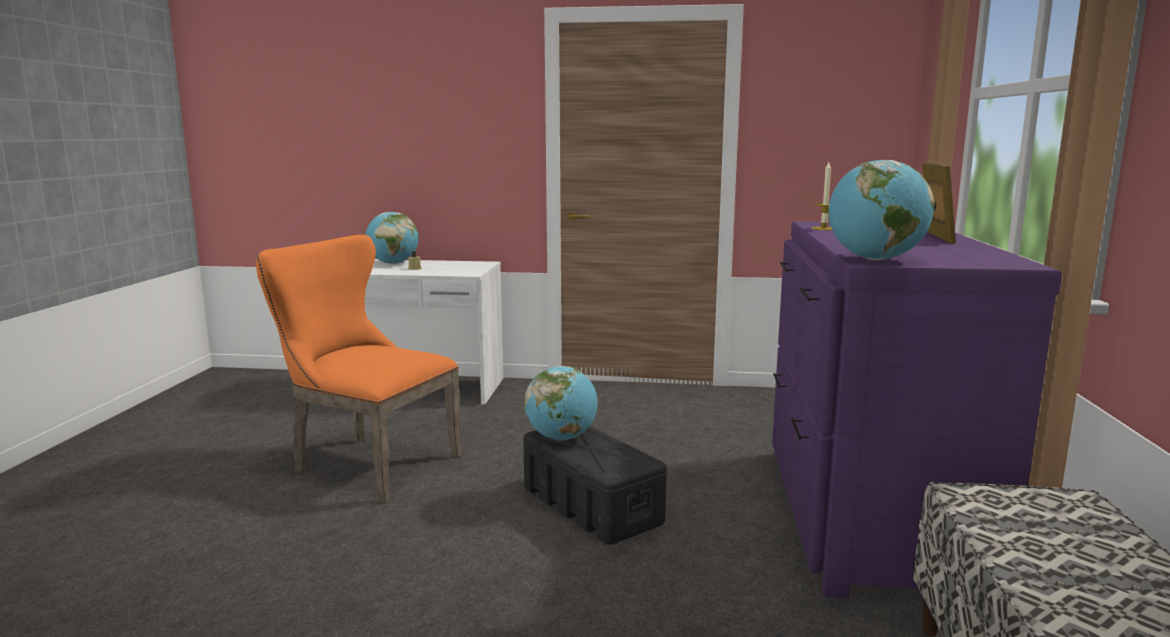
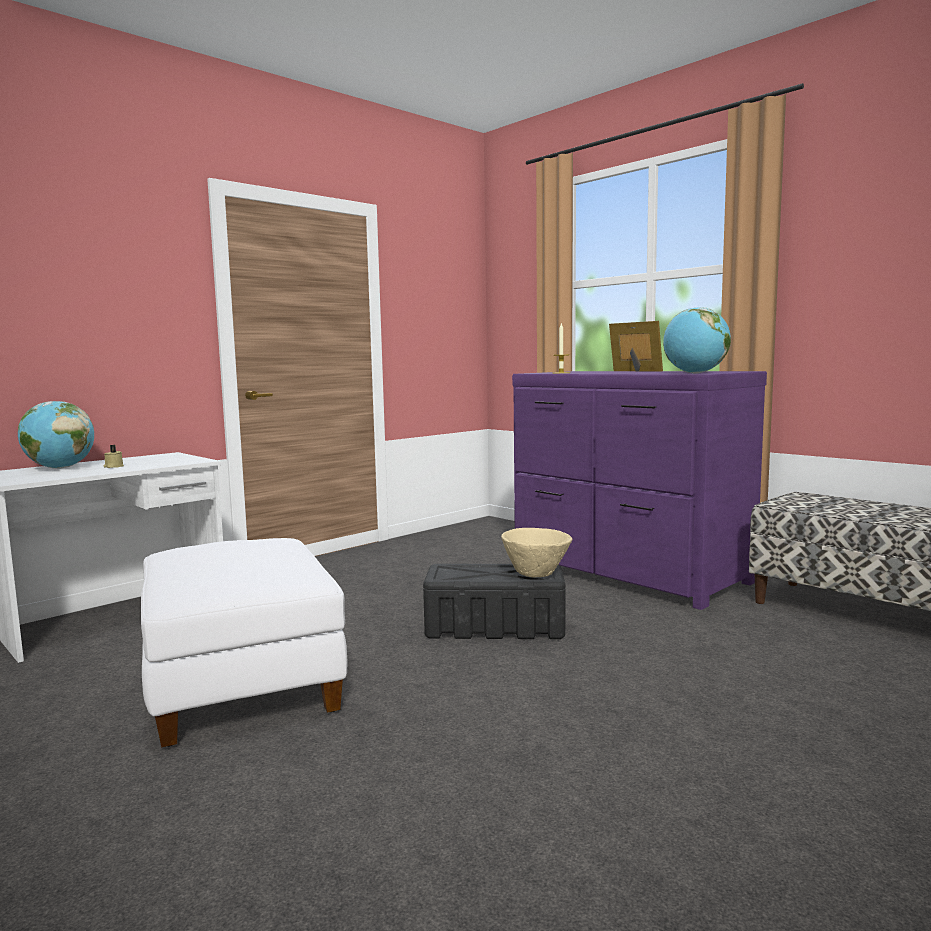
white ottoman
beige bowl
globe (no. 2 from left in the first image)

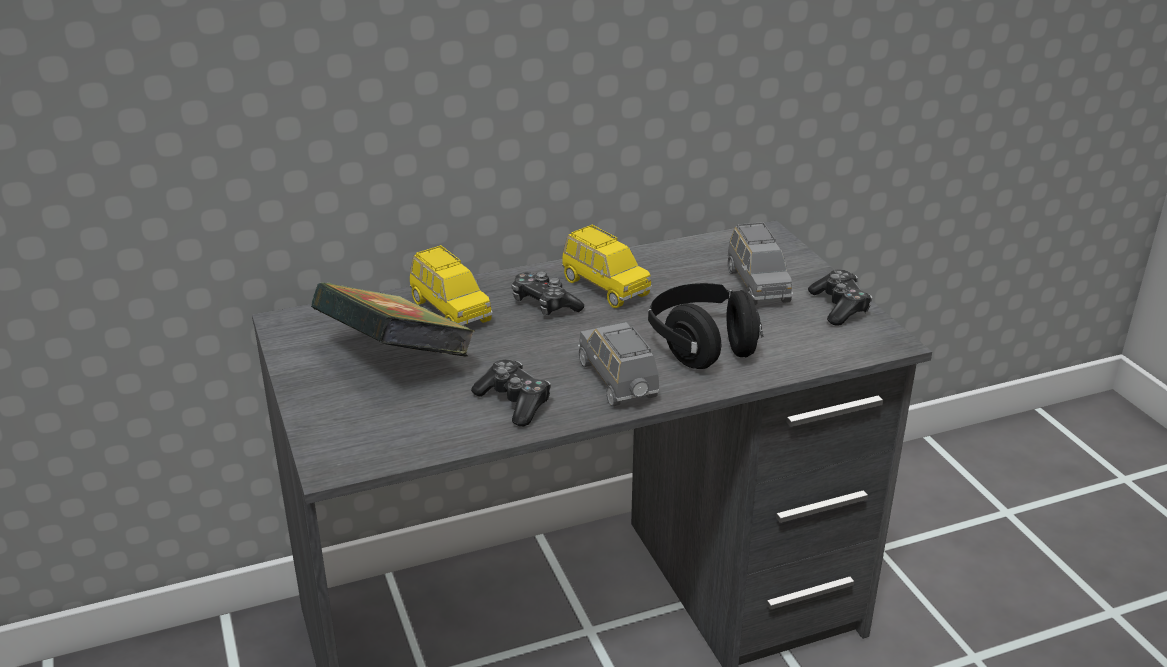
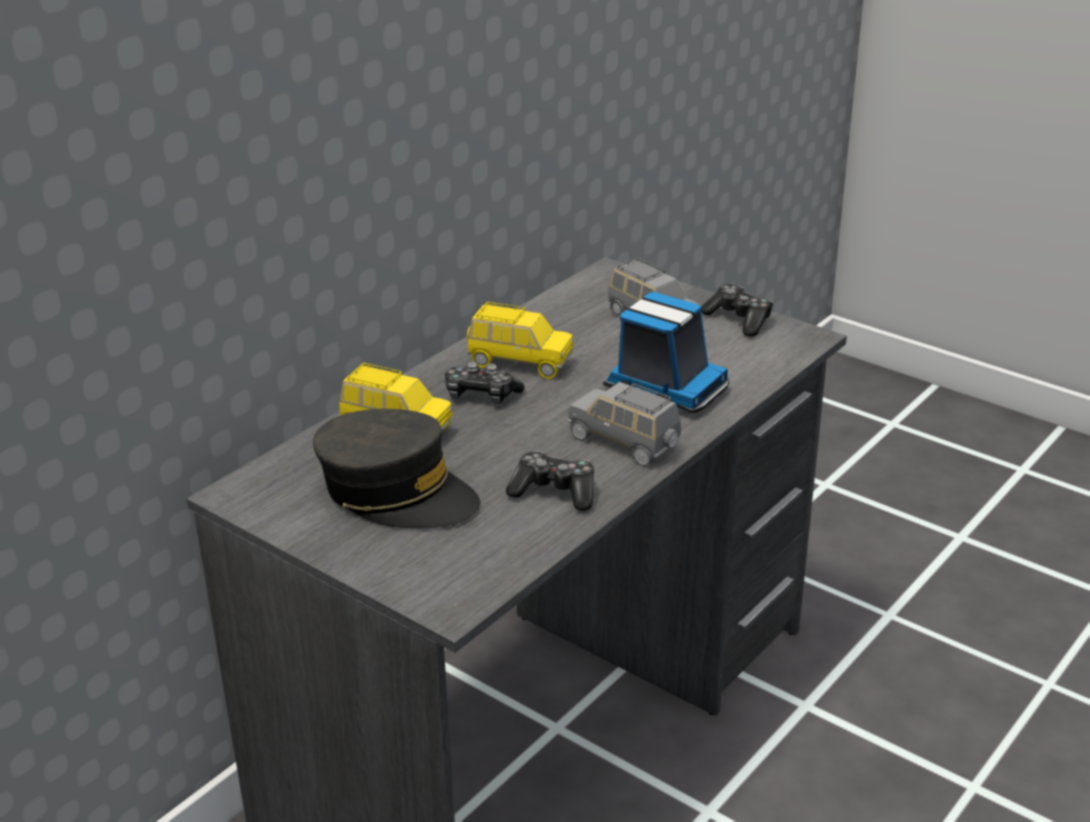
grey cap
toy truck

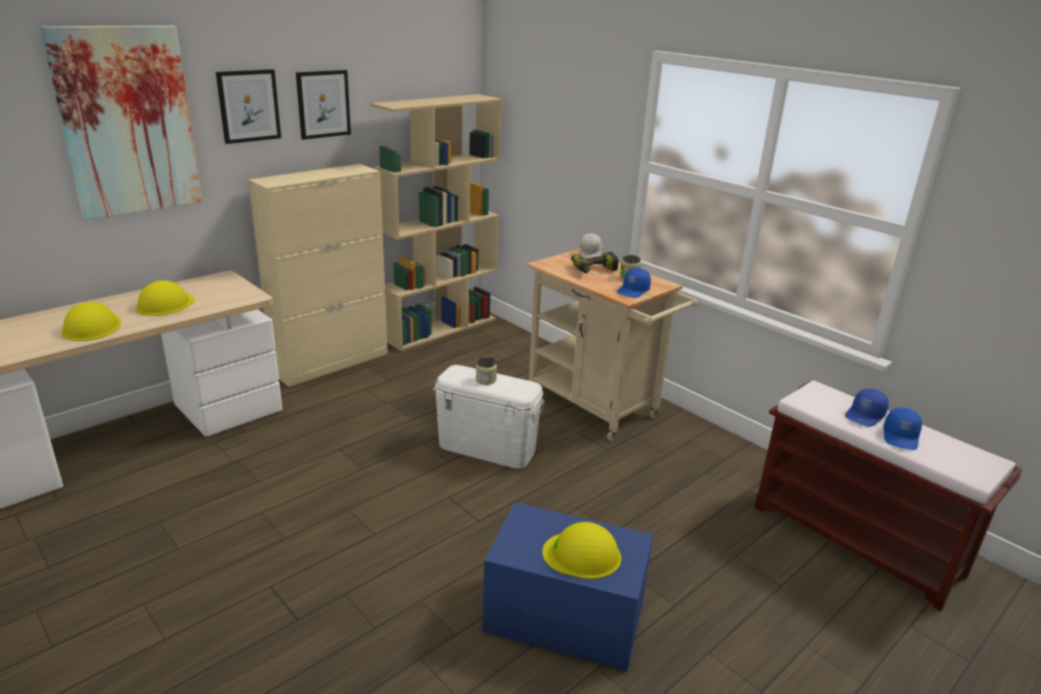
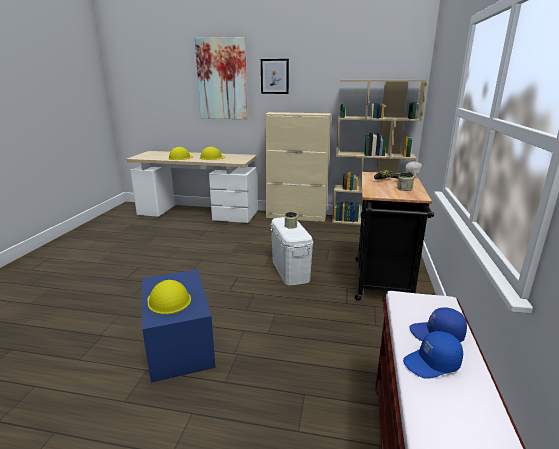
black cart
picture (no. 3 from left in the first image)
blue cap (no. 1 from left in the first image)

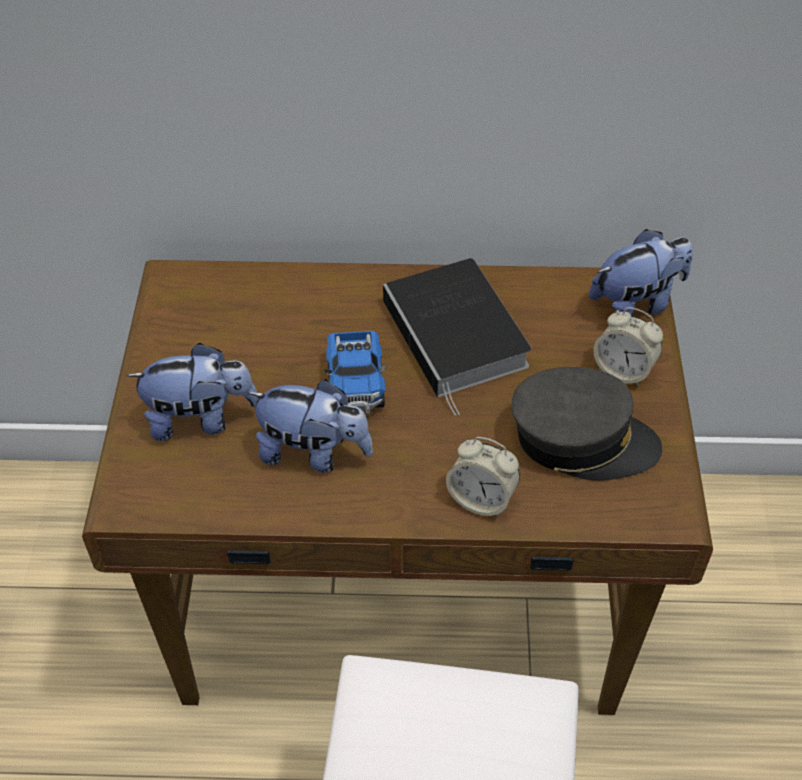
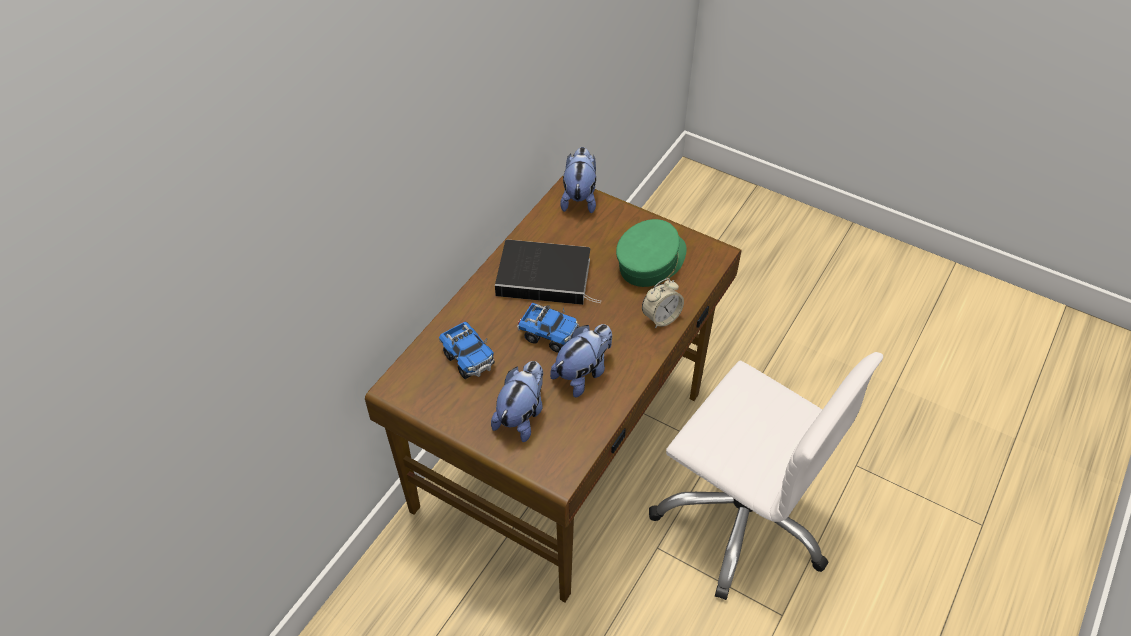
toy truck (no. 1 from left)
green cap
alarm clock (no. 2 from left in the first image)

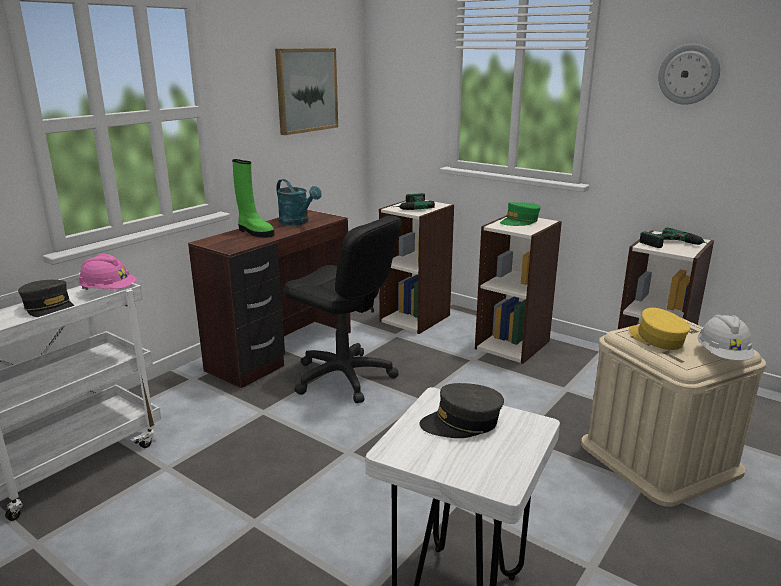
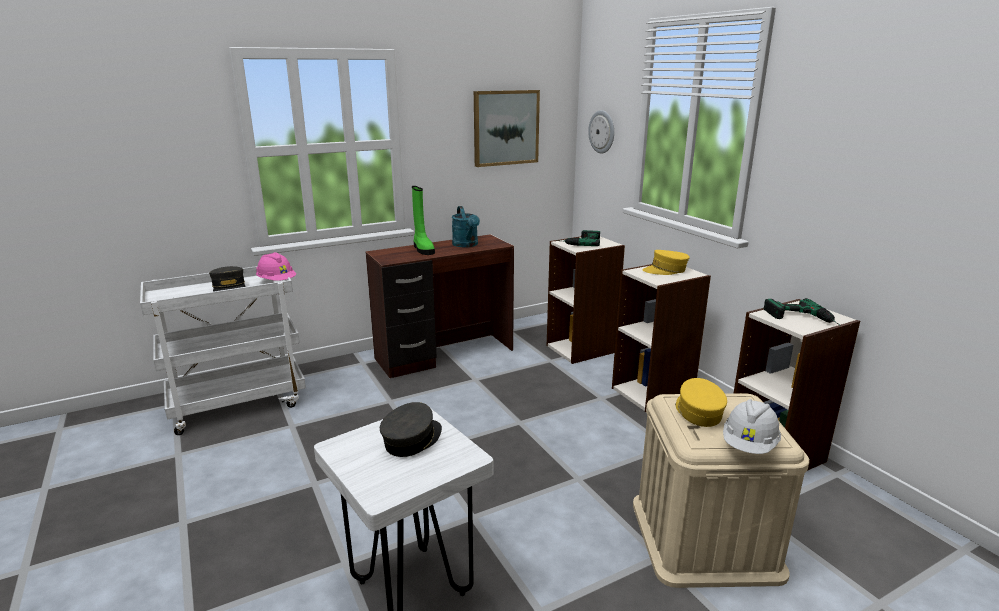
grey cap (no. 2 from left)
wall clock
yellow cap (no. 1 from left)
black office chair

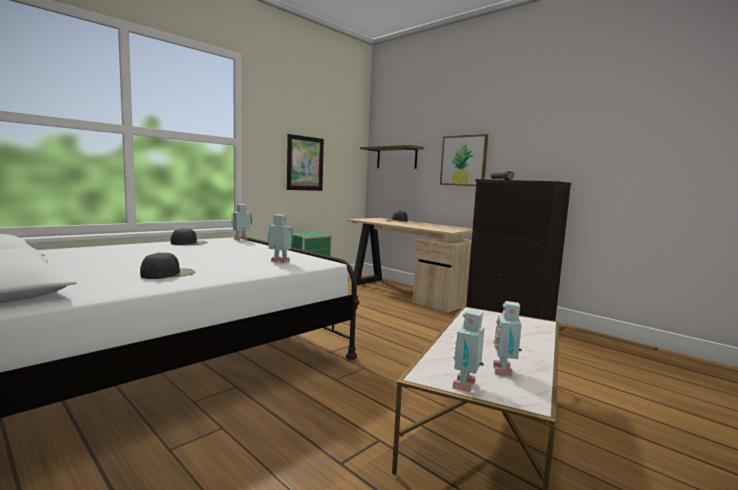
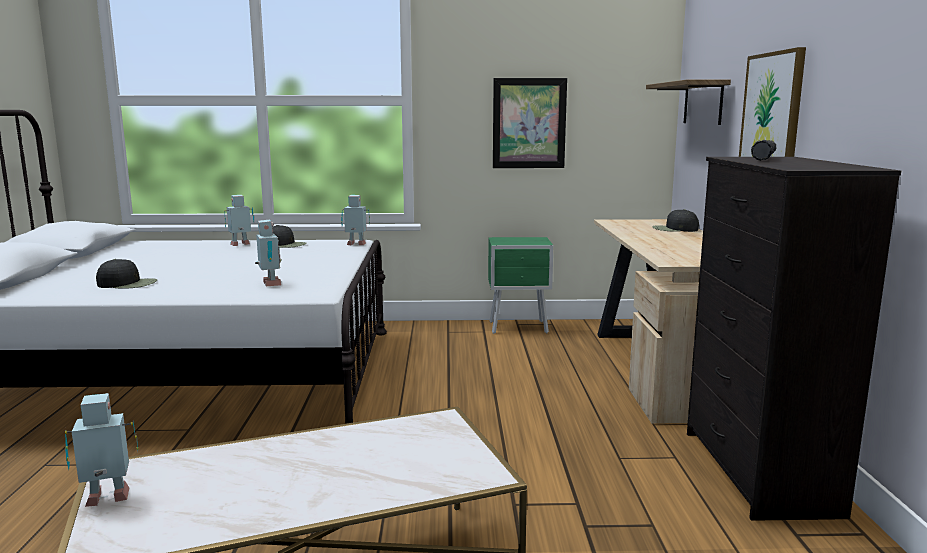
toy robot (no. 2 from left)

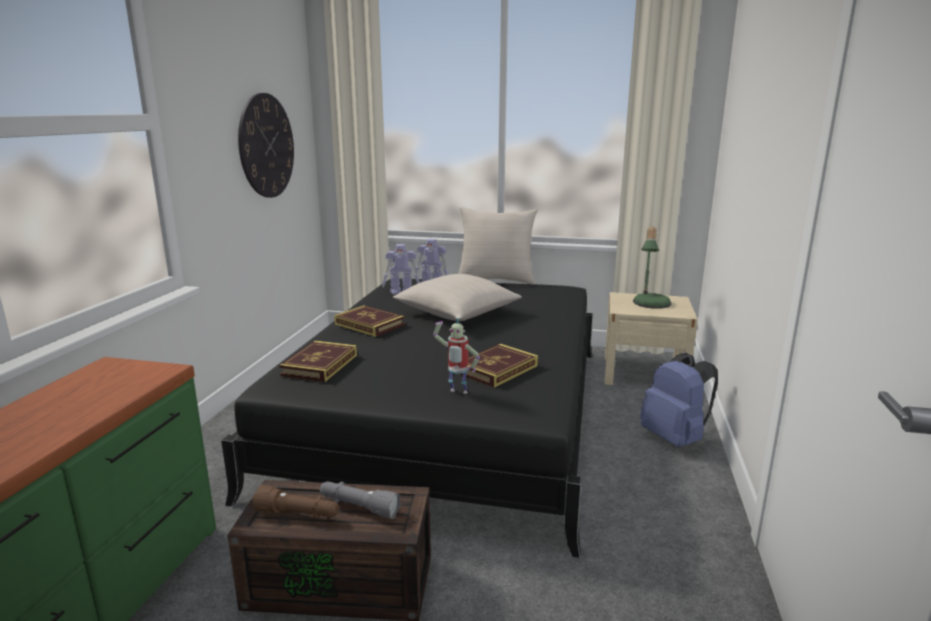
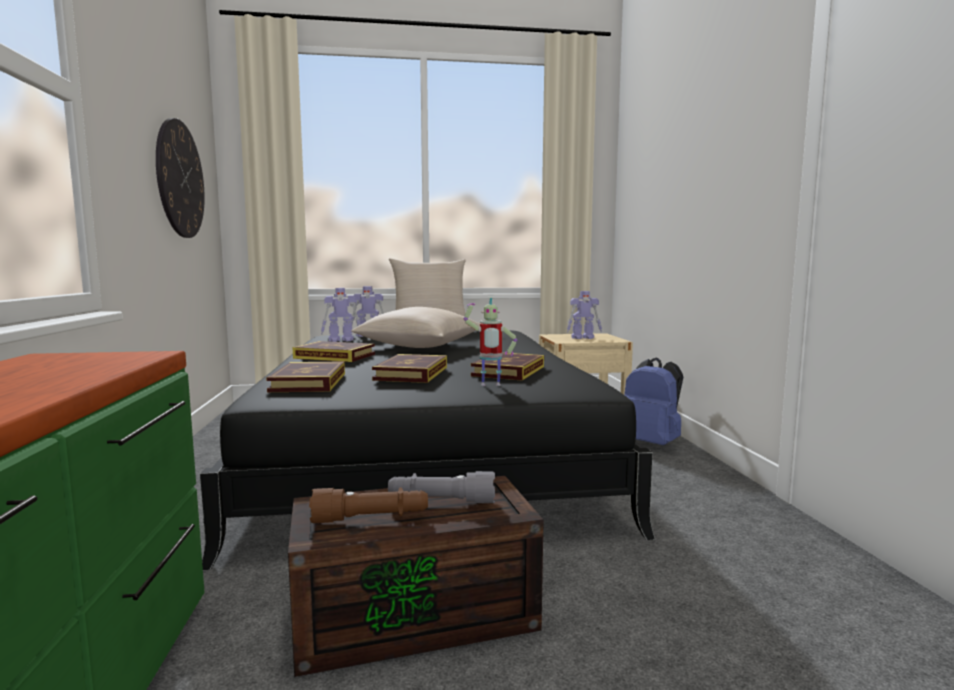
book (no. 3 from left)
toy robot (no. 4 from left)

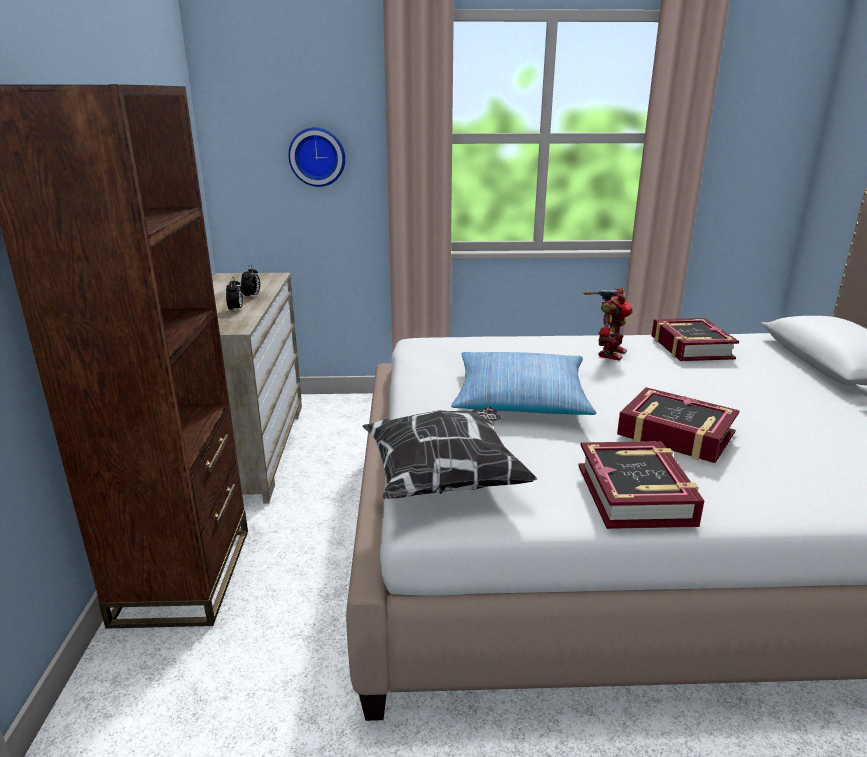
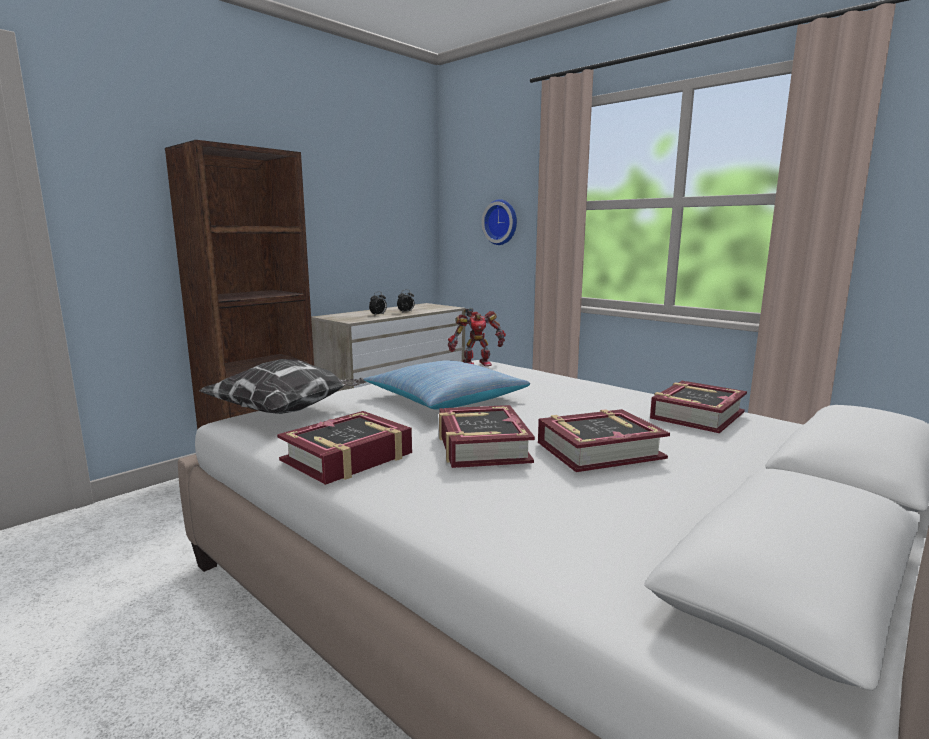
toy robot
book (no. 3 from left)

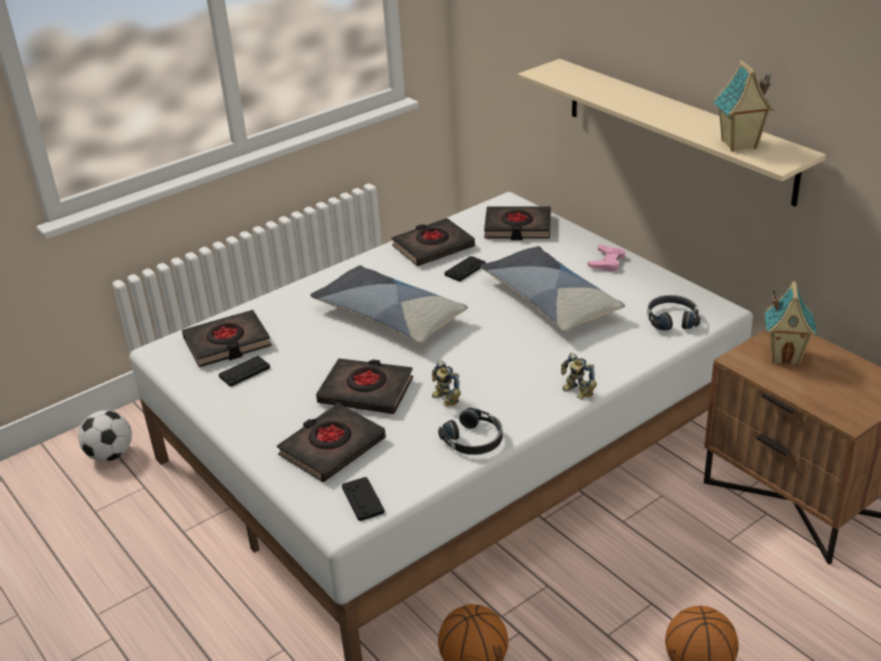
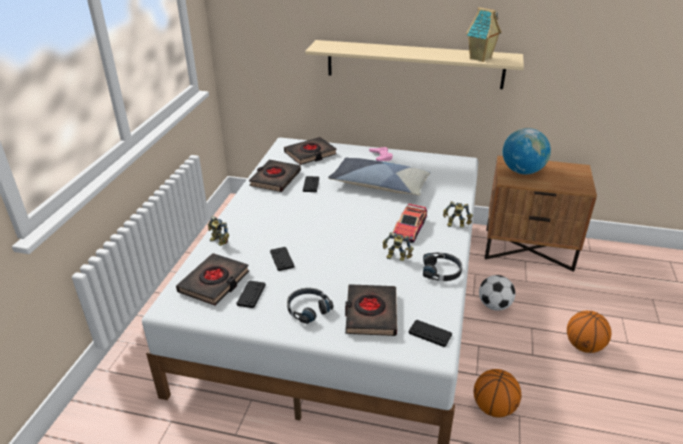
toy robot (no. 1 from left)
black game controller (no. 2 from left)
black headphones (no. 1 from left)
toy car
football
globe
pillow (no. 1 from left in the first image)
black book (no. 3 from left in the first image)

